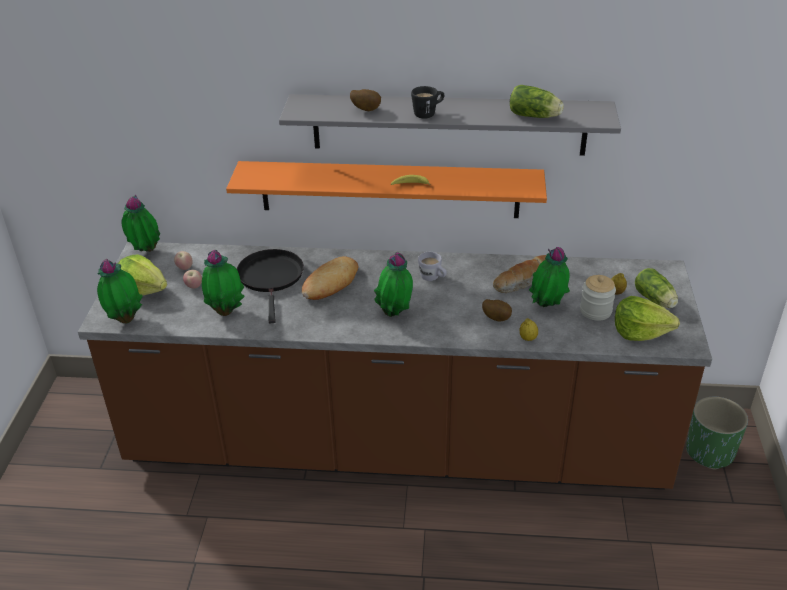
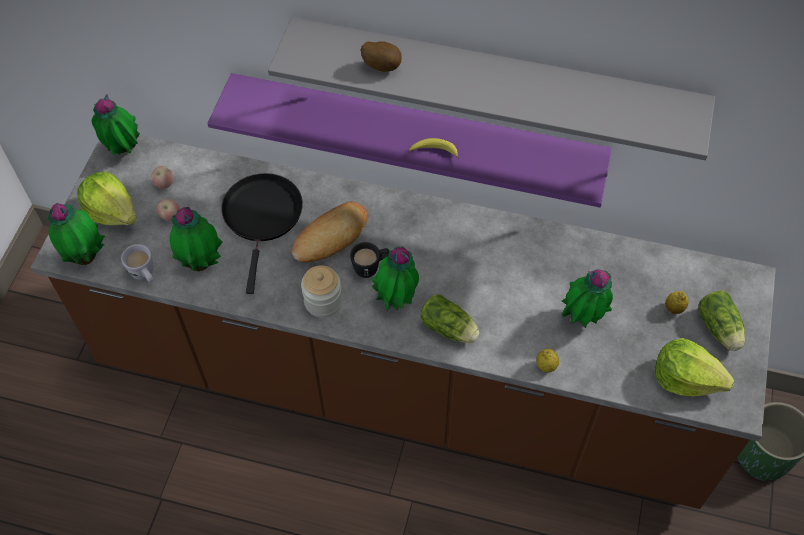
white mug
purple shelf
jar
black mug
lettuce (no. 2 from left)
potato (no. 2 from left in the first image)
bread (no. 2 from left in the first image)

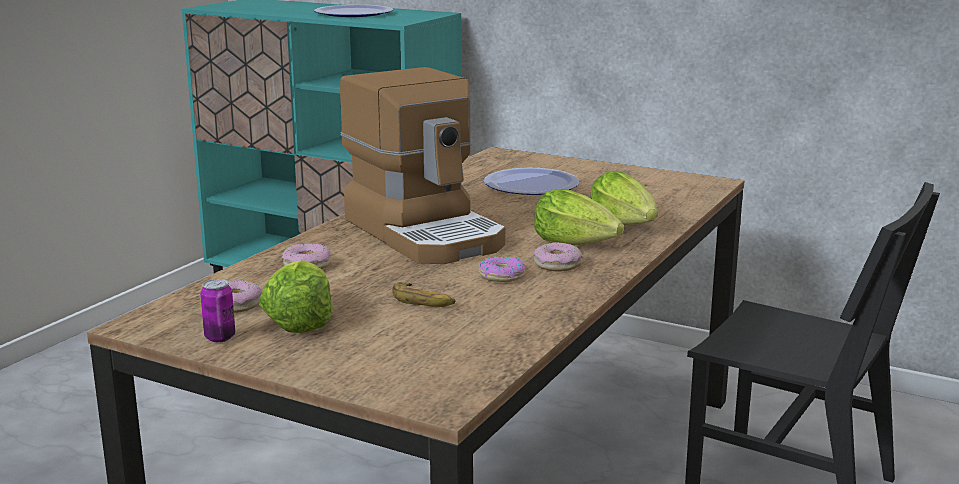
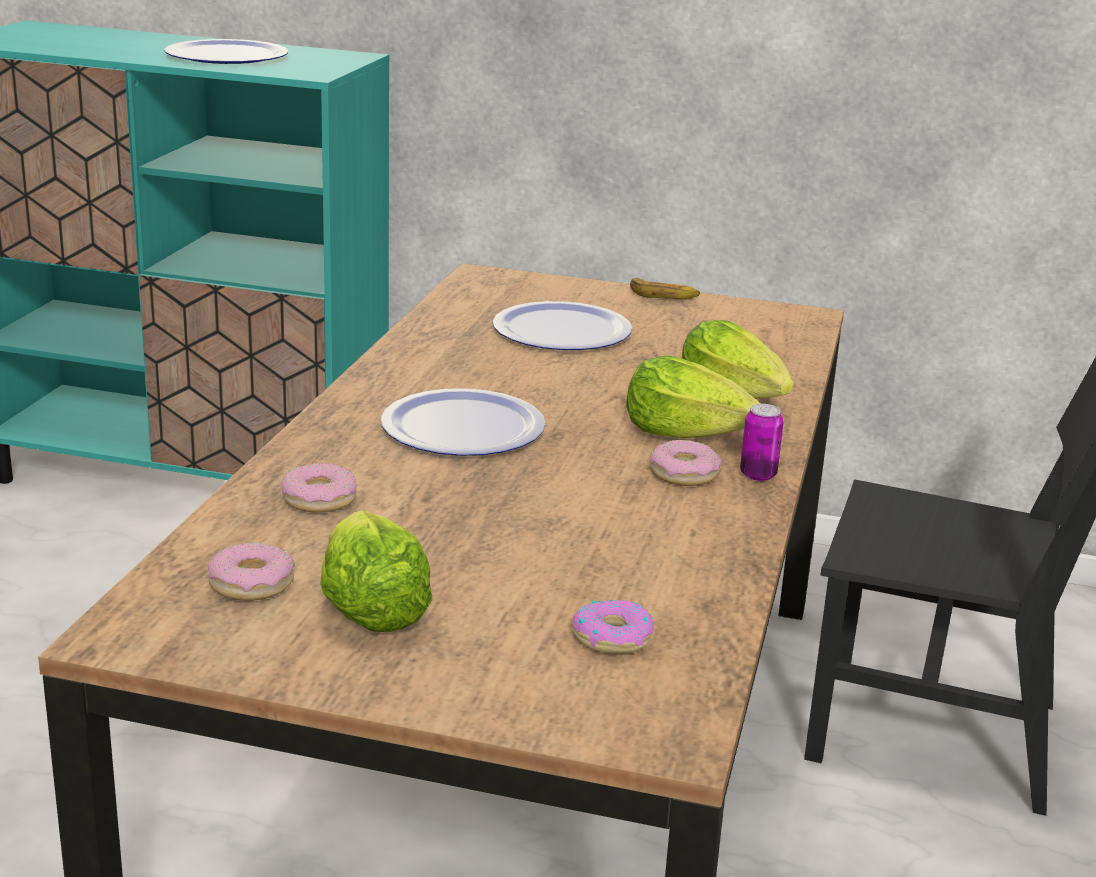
plate (no. 2 from left)
donut (no. 3 from left)
banana
can

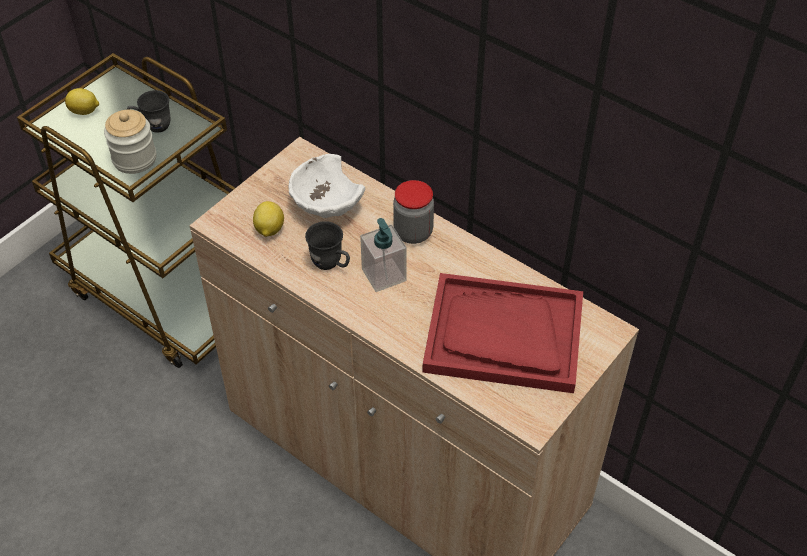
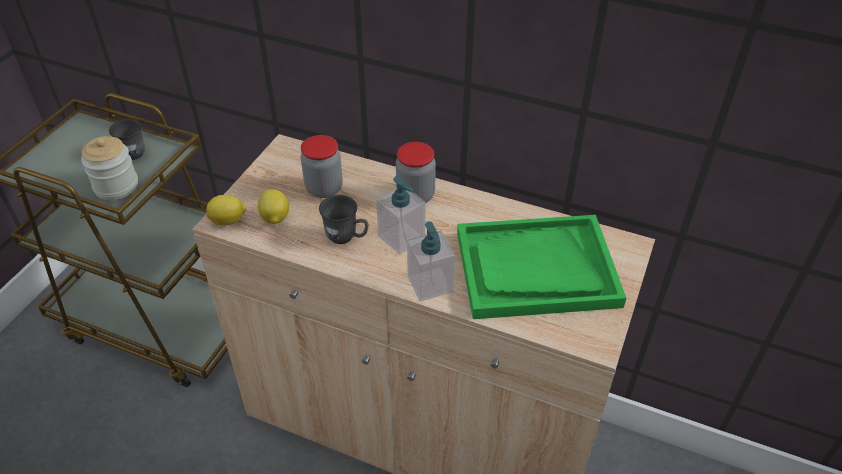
lemon (no. 1 from left)
jar (no. 2 from left)
soap dispenser (no. 2 from left)
green tray

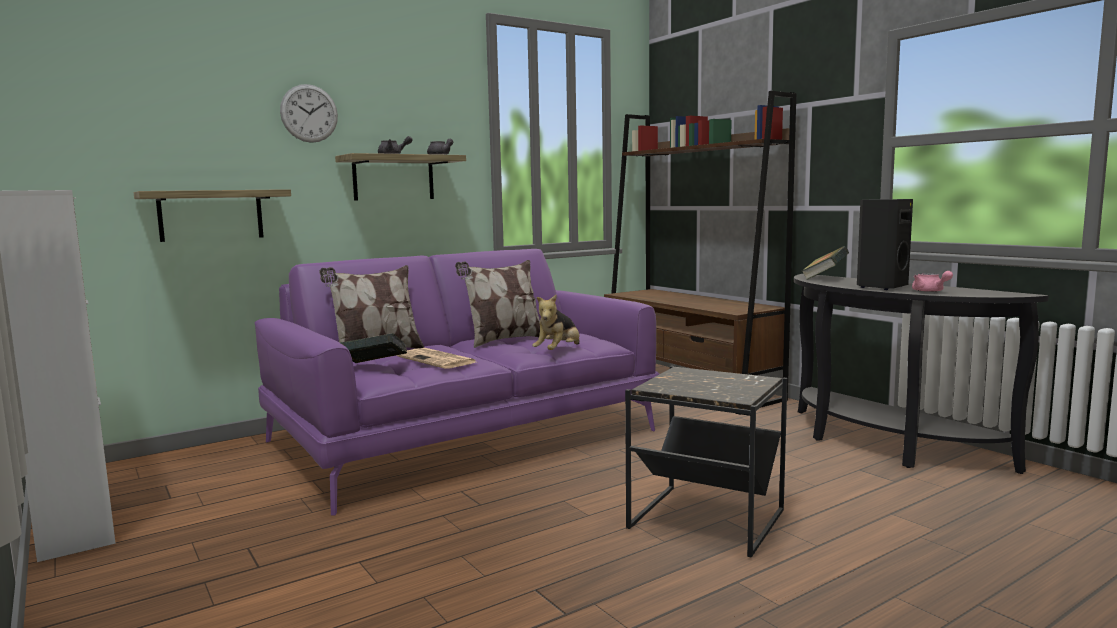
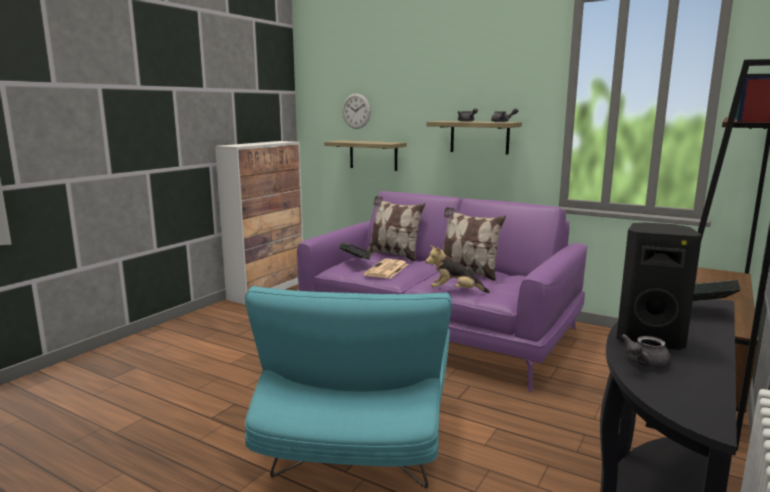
turquoise armchair
wall clock
grey teapot (no. 3 from left)

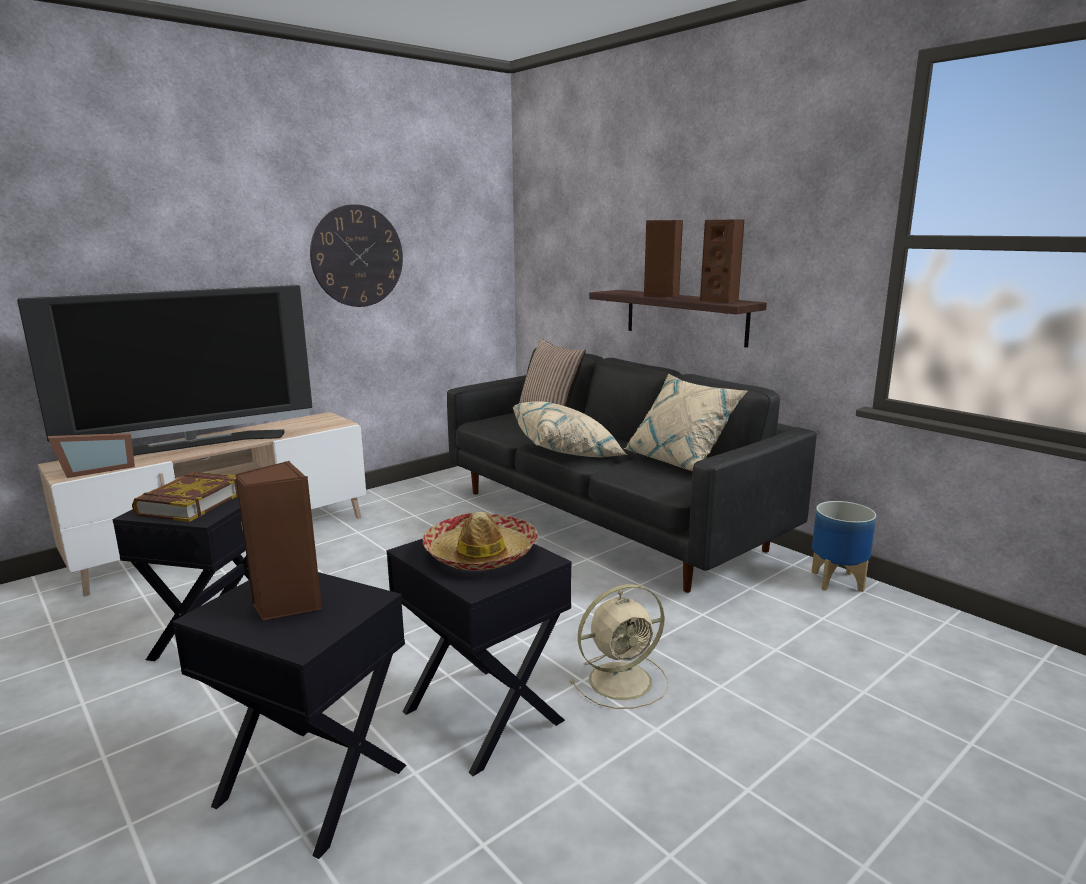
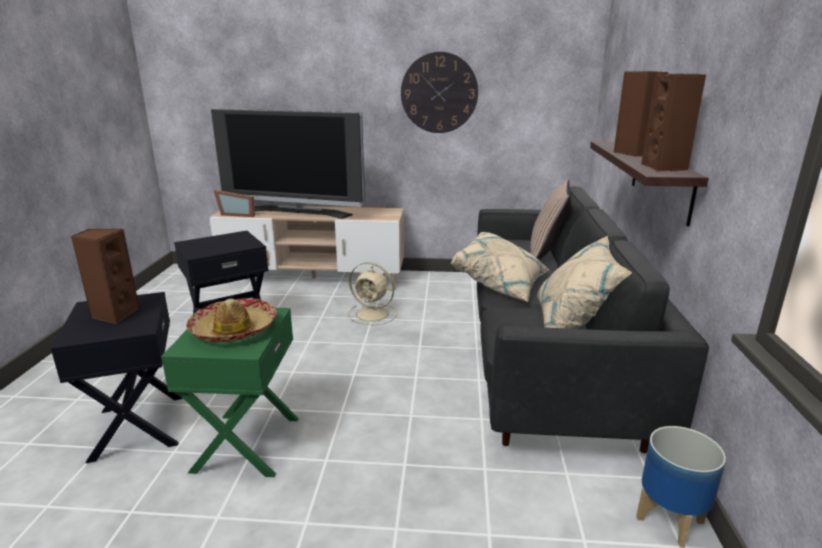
green side table
beige fan
book

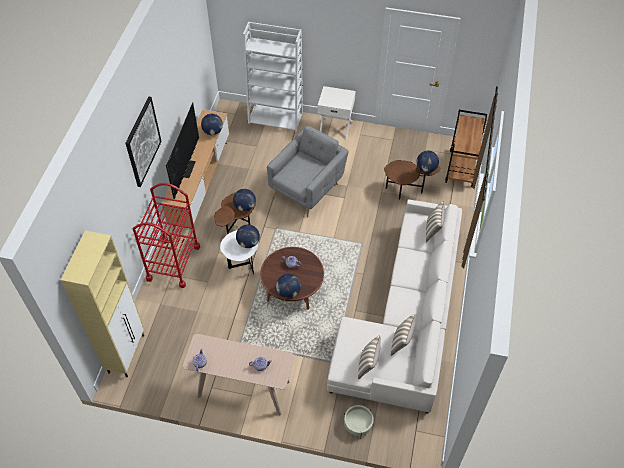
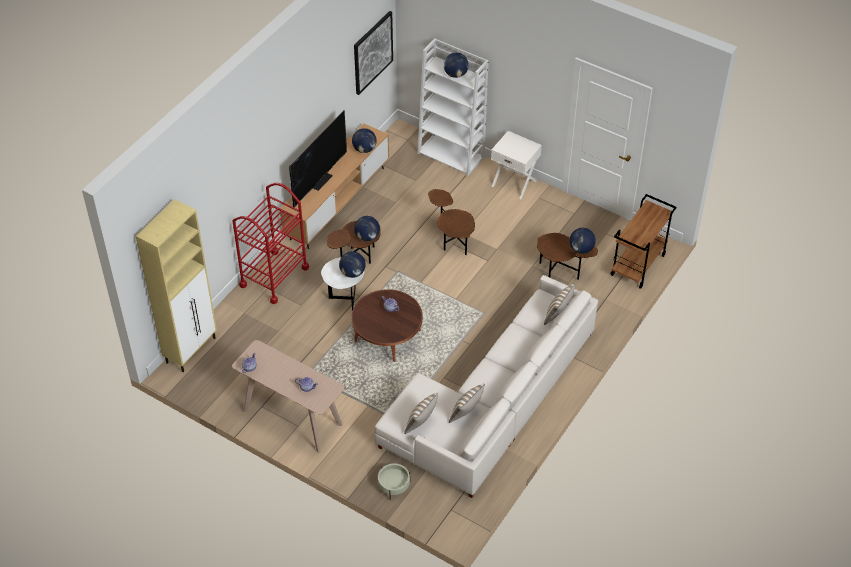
picture
brown side table (no. 2 from left)
globe (no. 4 from left)

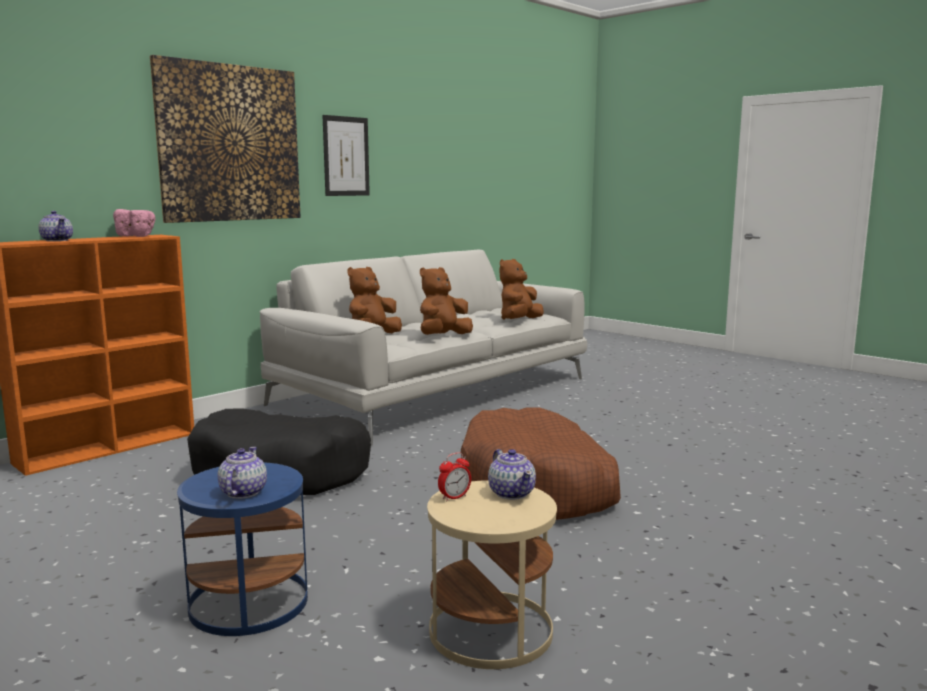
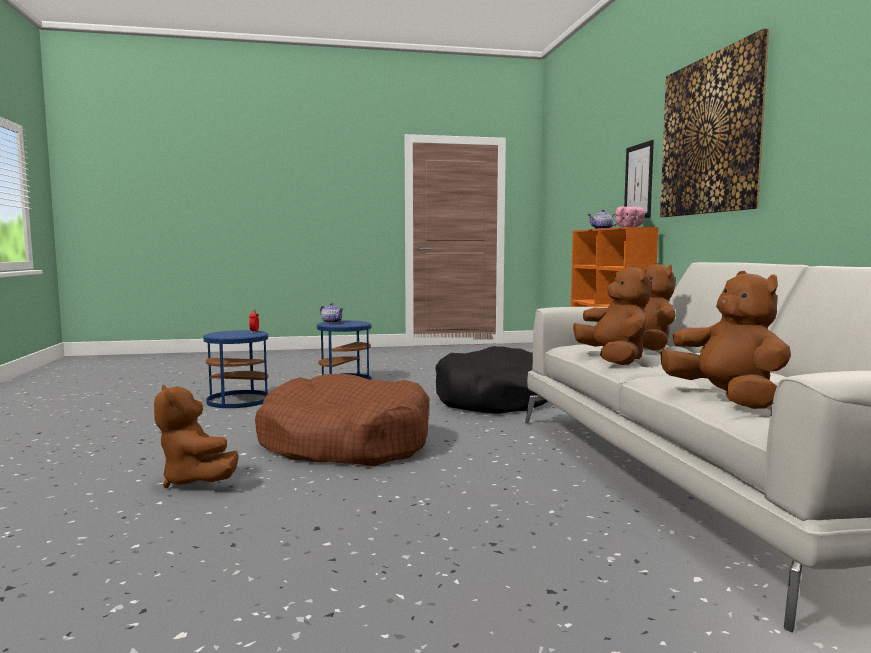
brown plush toy (no. 1 from left)
blue side table (no. 1 from left)
picture (no. 1 from left)
teapot (no. 3 from left in the first image)

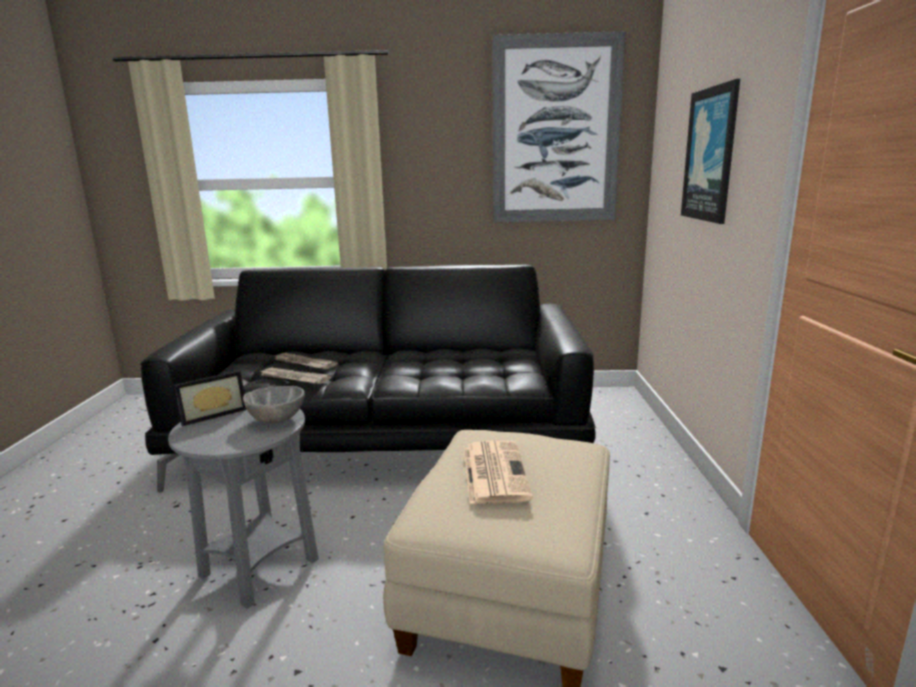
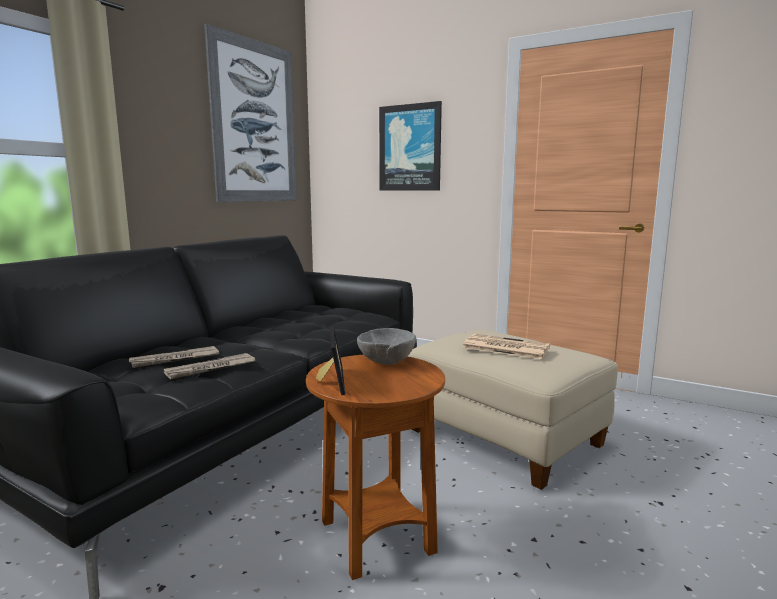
brown side table

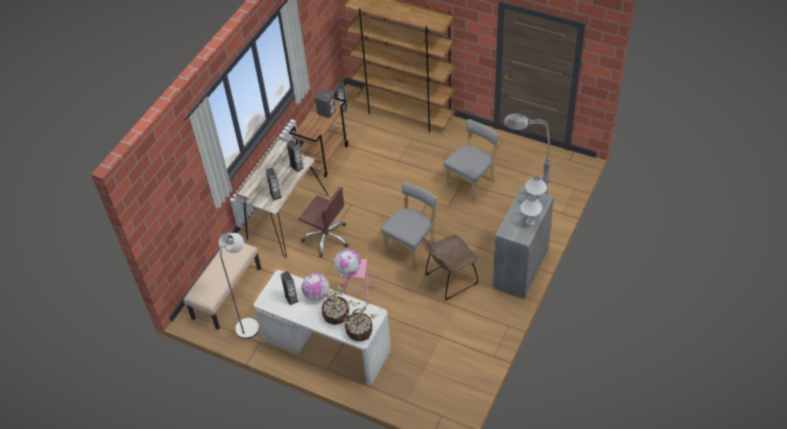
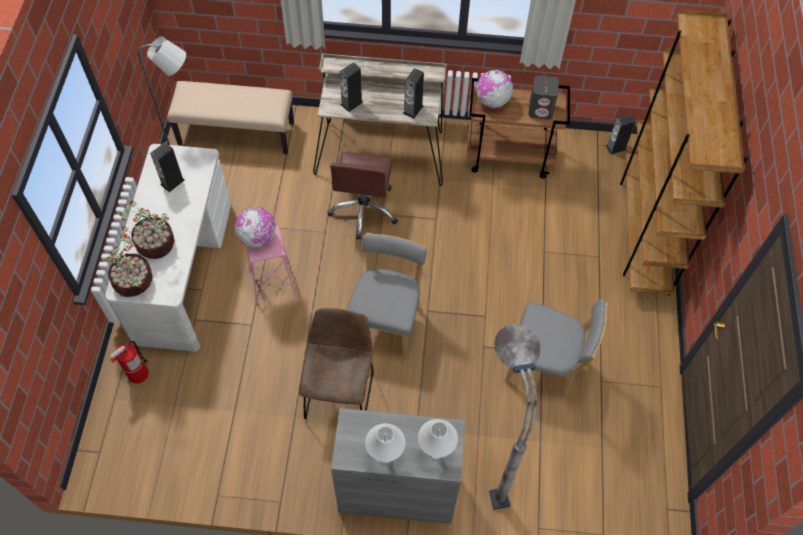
fire extinguisher
brown chair
grey chair (no. 1 from left)
globe (no. 2 from left)

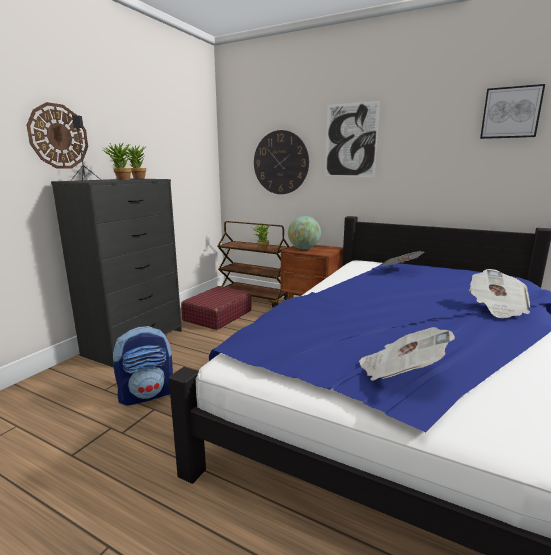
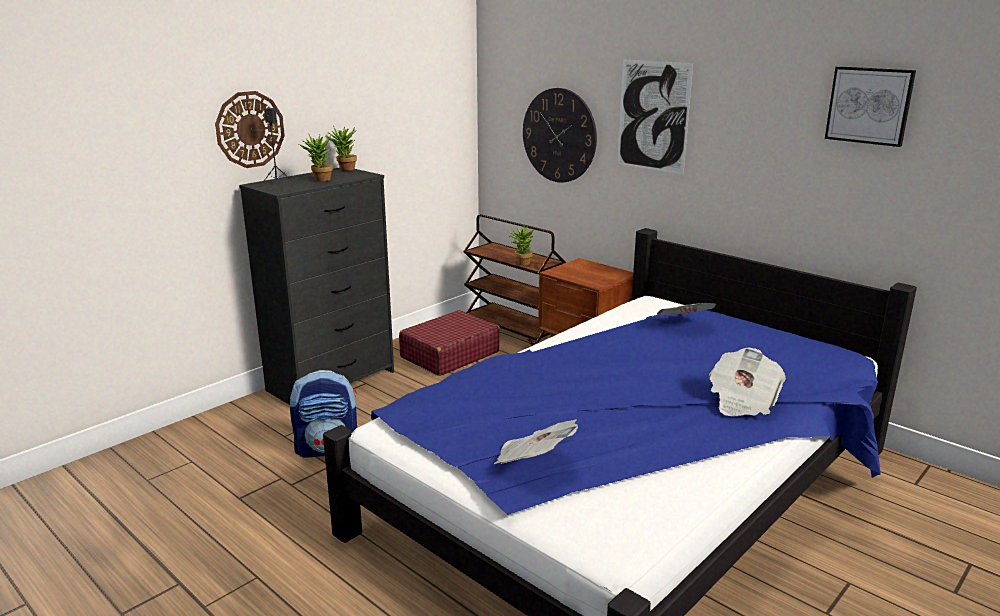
globe

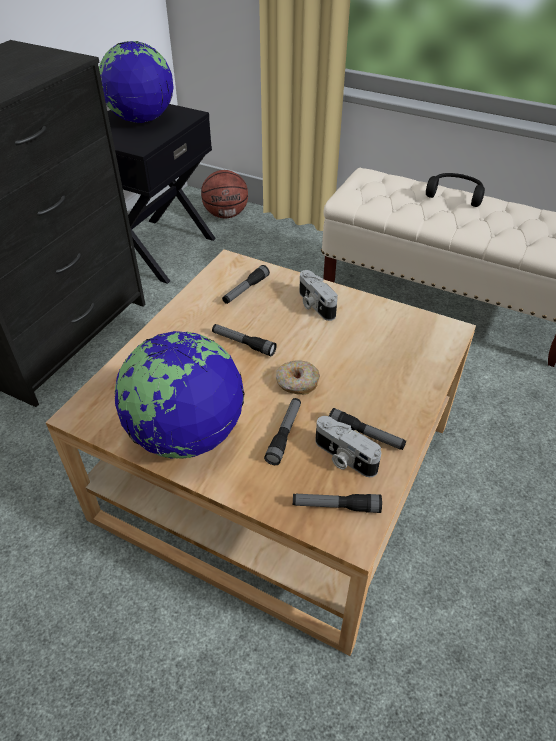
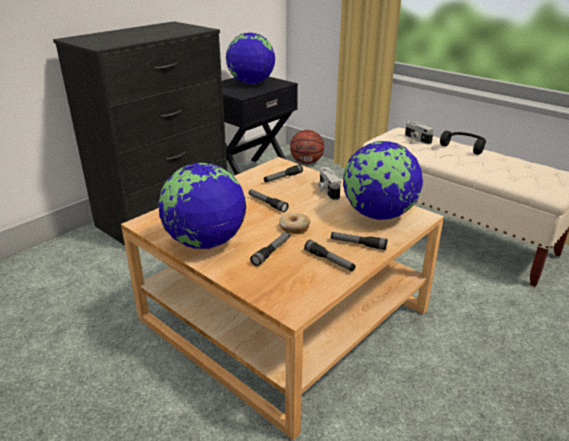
flashlight (no. 5 from left)
globe (no. 3 from left)
photo camera (no. 2 from left)

